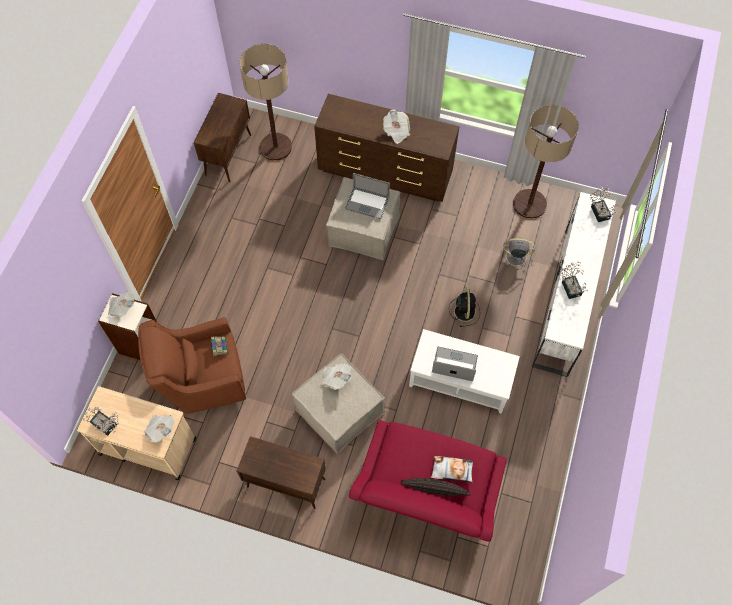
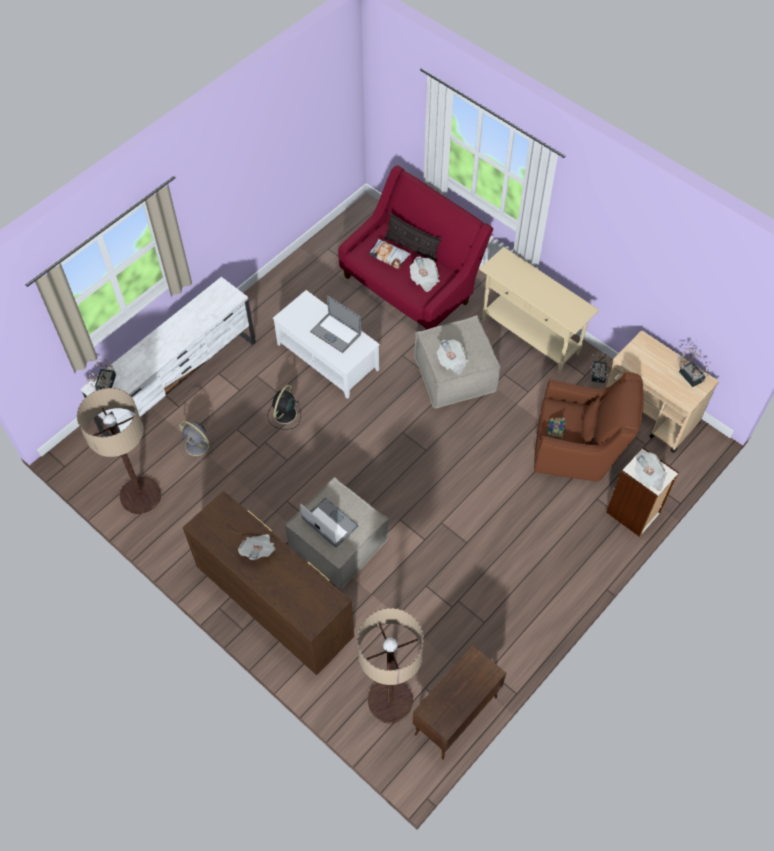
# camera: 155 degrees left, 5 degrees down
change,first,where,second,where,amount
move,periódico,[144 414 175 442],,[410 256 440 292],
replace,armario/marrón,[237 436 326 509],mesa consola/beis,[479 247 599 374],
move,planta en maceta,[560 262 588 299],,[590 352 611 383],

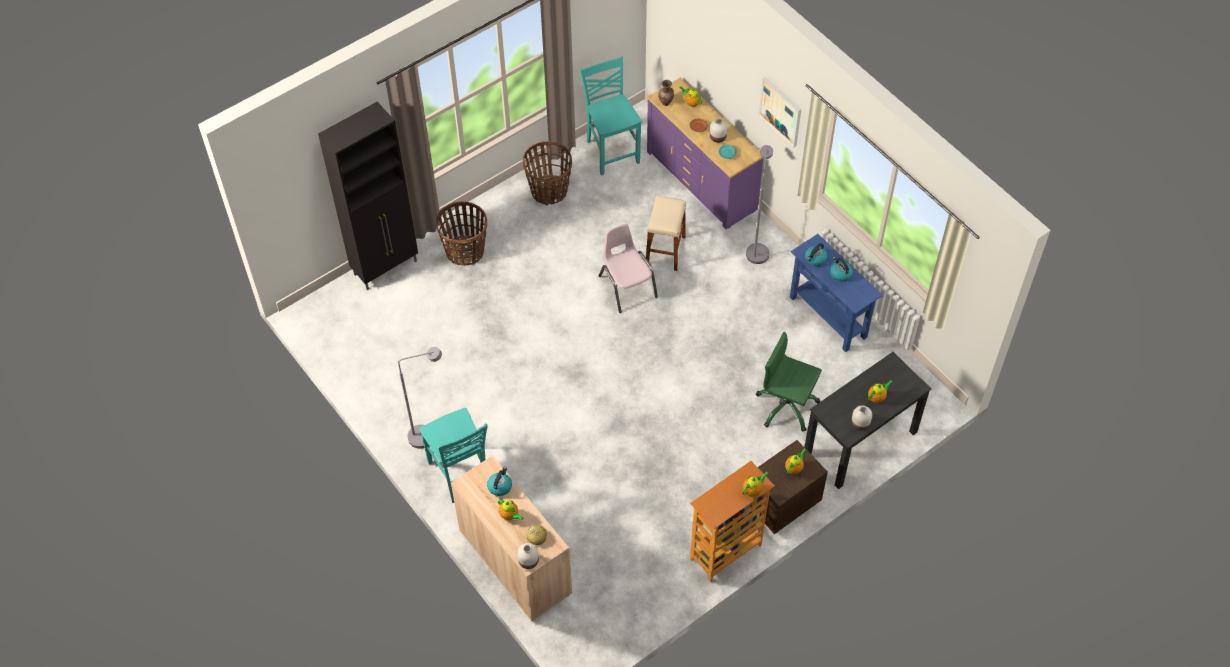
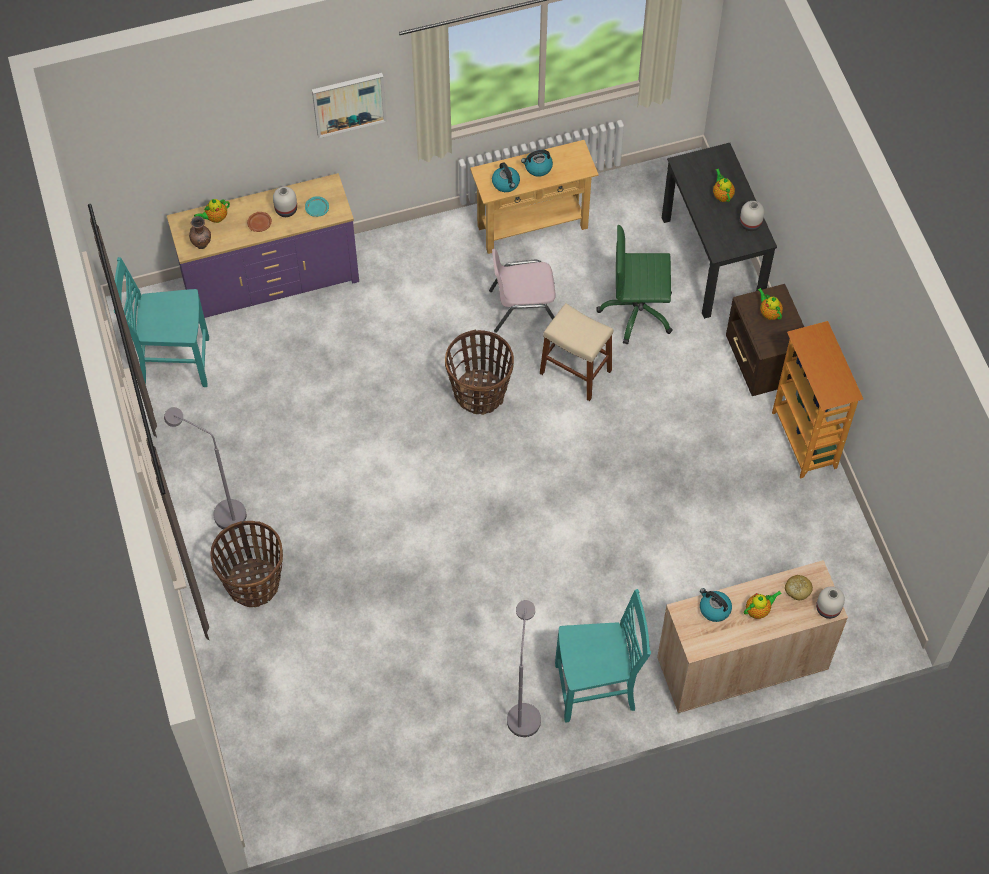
# camera: 70 degrees left, 5 degrees up
change,first,where,second,where,amount
delete,armario/negro,[318 102 418 290],,,
move,cesta,[523 141 572 206],,[445 330 514 415],
move,silla/rosa,[598 224 658 313],,[489 249 556 333],
move,taburete/beis,[646 196 686 271],,[540 303 613 401],
delete,tetera,[742 472 769 497],,,
move,lámpara de pie/gris,[746 145 773 264],,[164 407 246 529],
rotate,silla de oficina/verde,[756 332 822 432],,[596 225 673 345],45 degrees clockwise
recolor,mesa consola/azul,[790 234 883 352],mesa consola/beis,[470 140 599 254],

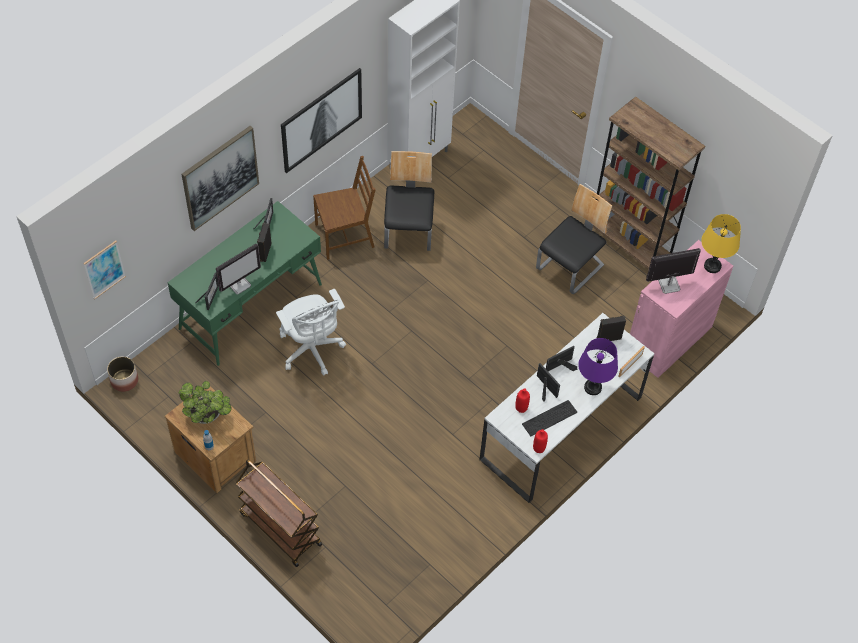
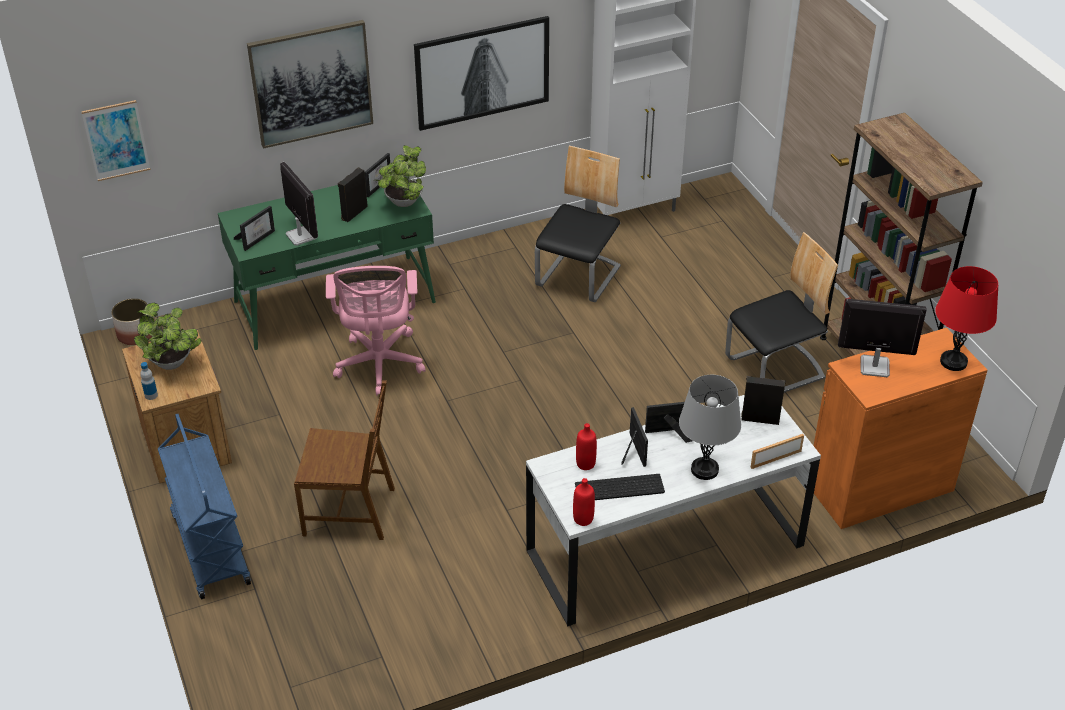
# camera: 25 degrees right, 15 degrees down
change,first,where,second,where,amount
rotate,monitor,[216 244 261 294],,[280 162 318 246],105 degrees counterclockwise
recolor,carrito/marrón,[235 460 322 567],carrito/azul,[158 414 251 599],
recolor,silla de oficina/blanco,[276 289 346 376],silla de oficina/rosa,[326 266 426 396],
move,silla/marrón,[313 156 376 260],,[294 380 395 540],
recolor,lámpara de mesa/morado,[578 338 618 395],lámpara de mesa/gris,[679 375 741 480],
recolor,armario/rosa,[630 240 733 378],armario/naranja,[814 328 987 529],
recolor,lámpara de mesa/amarillo,[701 214 741 273],lámpara de mesa/rojo,[935 266 998 371],
insert,,,planta en maceta,[377 145 426 207],

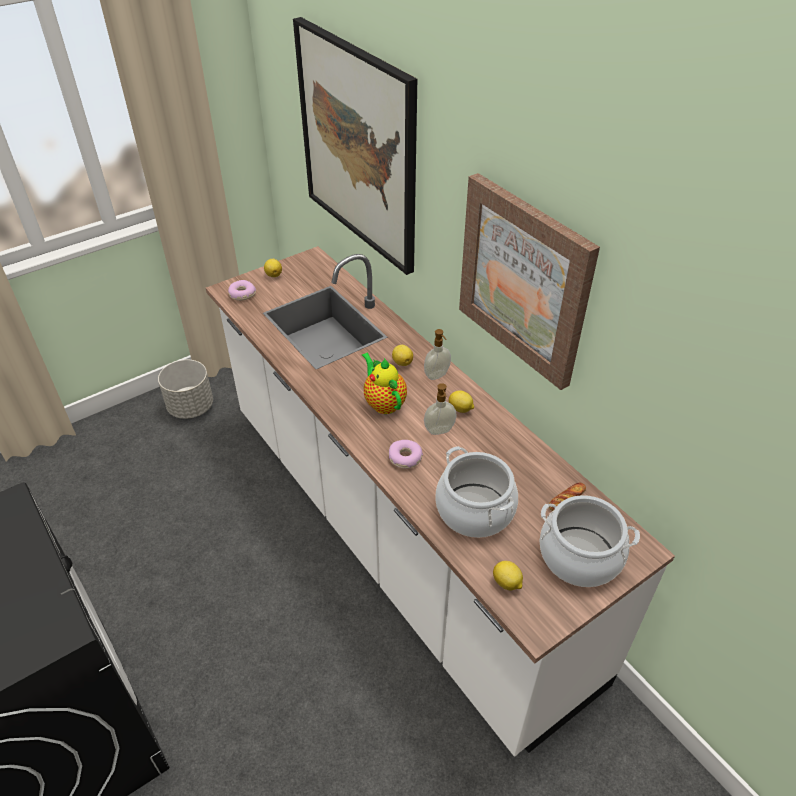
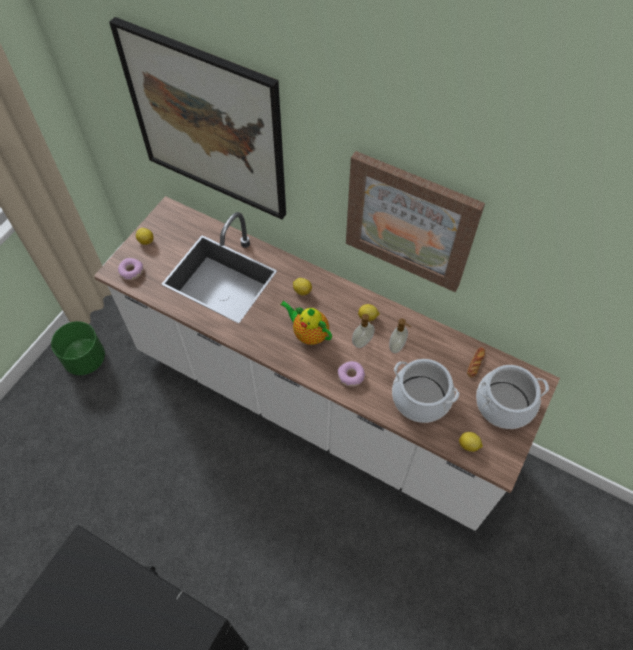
# camera: 25 degrees left, 15 degrees up
change,first,where,second,where,amount
recolor,maceta/gris,[158 360 213 419],maceta/verde,[51 321 105 375],
move,dispensador de jabón,[424 329 451 380],,[389 319 411 353],

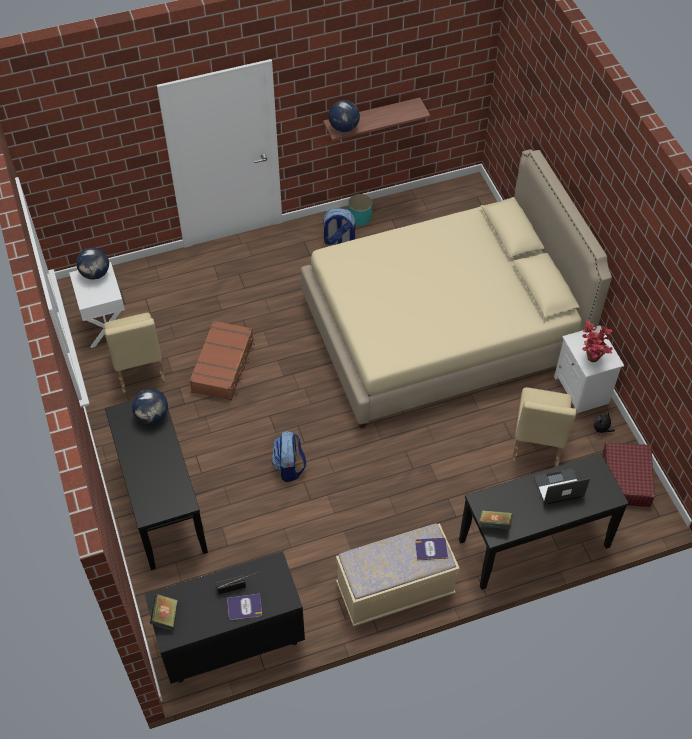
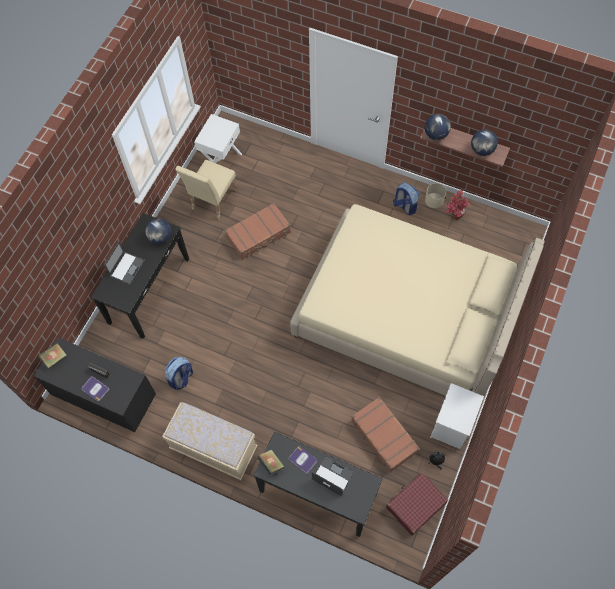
# camera: 45 degrees right, 10 degrees up
change,first,where,second,where,amount
move,globo terráqueo,[76 247 109 280],,[471 129 498 156],
move,mochila,[271 431 306 482],,[165 357 193 390],
recolor,maceta/turquesa,[348 194 372 226],maceta/beis,[425 183 446 208],
move,libro,[415 538 448 561],,[288 446 317 474],
replace,silla/beis,[512 387 577 467],maleta/marrón,[351 397 420 472],
move,planta en maceta,[582 320 613 362],,[445 190 470 220],
insert,,,portátil,[104 240 145 285],

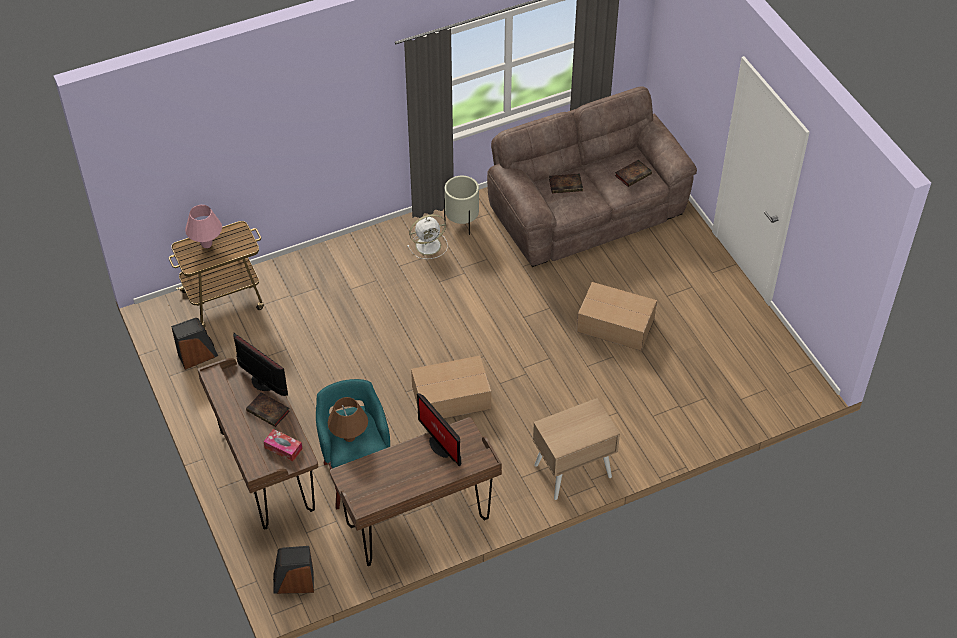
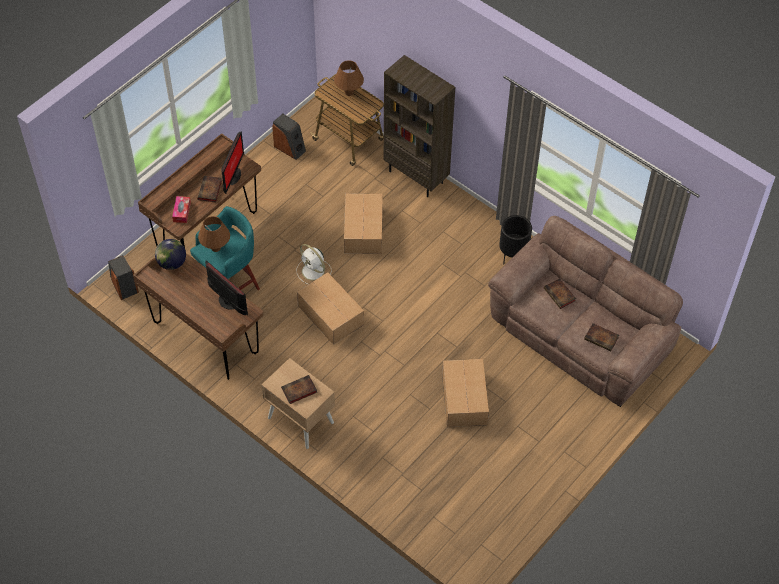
# camera: 65 degrees right, 5 degrees up
change,first,where,second,where,amount
recolor,lámpara de mesa/rosa,[185 205 222 248],lámpara de mesa/marrón,[334 60 364 96],
move,ventilador/blanco,[407 214 448 259],,[297 244 331 284],
rotate,monitor,[417 393 461 466],,[205 260 248 315],105 degrees clockwise
recolor,maceta/beis,[444 176 479 235],maceta/negro,[499 215 532 264],
insert,,,globo terráqueo,[155 239 186 270],
insert,,,libro,[281 375 317 404],
insert,,,caja de cartón,[344 193 383 254],
insert,,,estantería/marrón,[384 55 455 197],

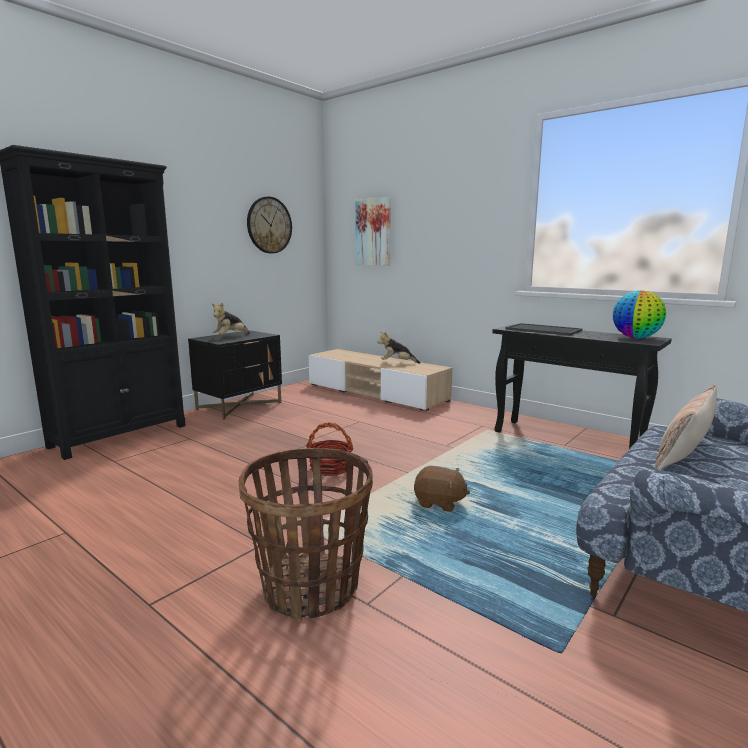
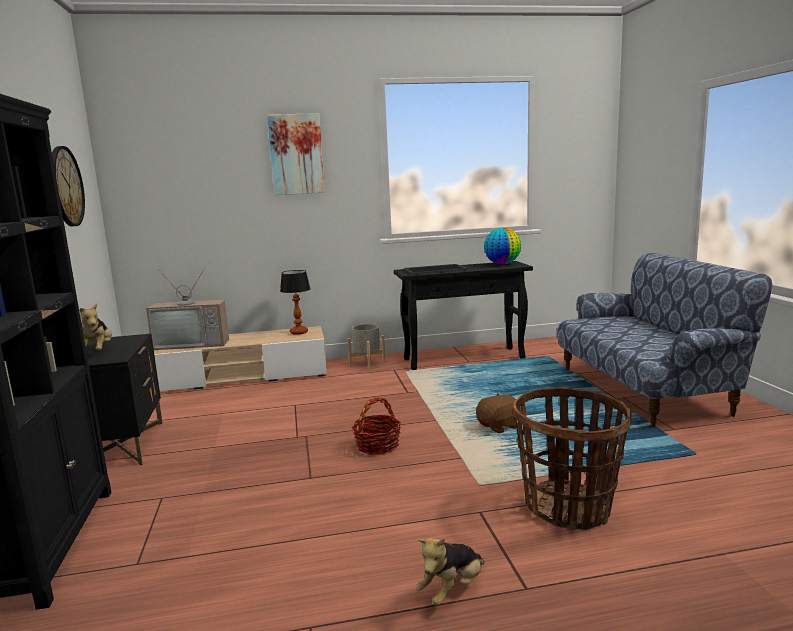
# camera: 50 degrees left, 0 degrees up
change,first,where,second,where,amount
move,cuadro,[355 197 391 266],,[267 113 325 195],
move,peluche,[377 331 420 364],,[416 538 485 606],
delete,cojín,[655 385 717 470],,,
insert,,,televisor,[146 267 229 350],
insert,,,lámpara de mesa,[280 270 311 335],
insert,,,maceta/gris,[347 324 385 370],

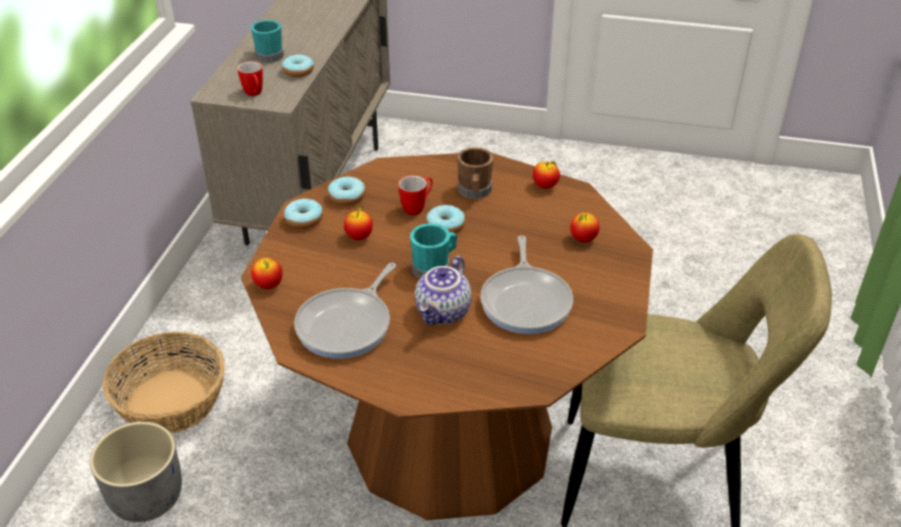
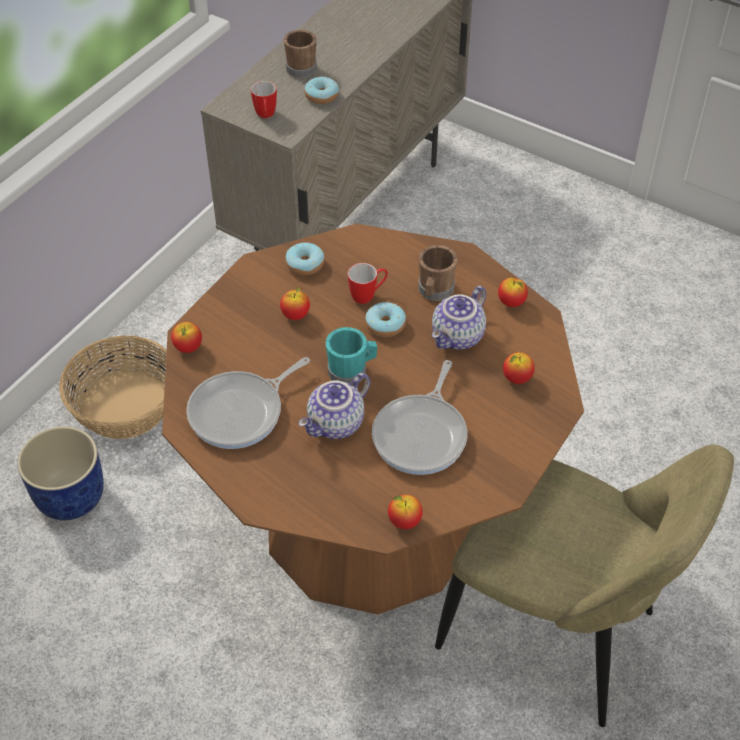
# camera: 20 degrees right, 10 degrees up
change,first,where,second,where,amount
recolor,maceta/gris,[90 422 182 522],maceta/azul,[17 426 104 520],
recolor,taza grande/turquesa,[251 20 284 63],taza grande/marrón,[283 30 317 78],
delete,rosquilla,[284 199 323 229],,,
insert,,,manzana,[388 495 423 529],
insert,,,tetera,[432 286 486 350],

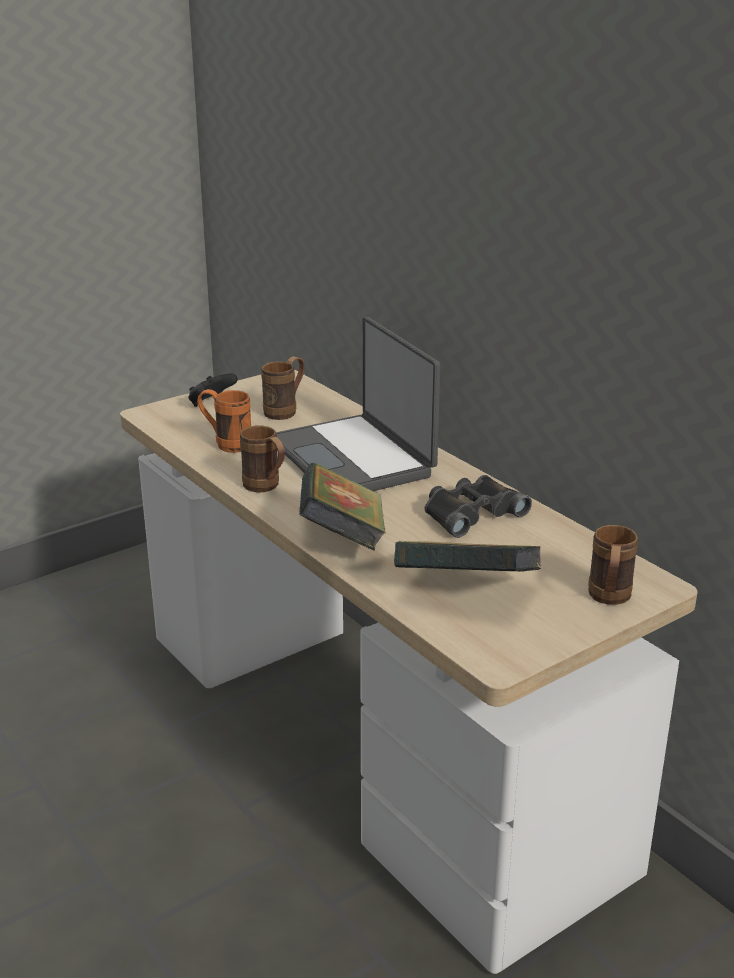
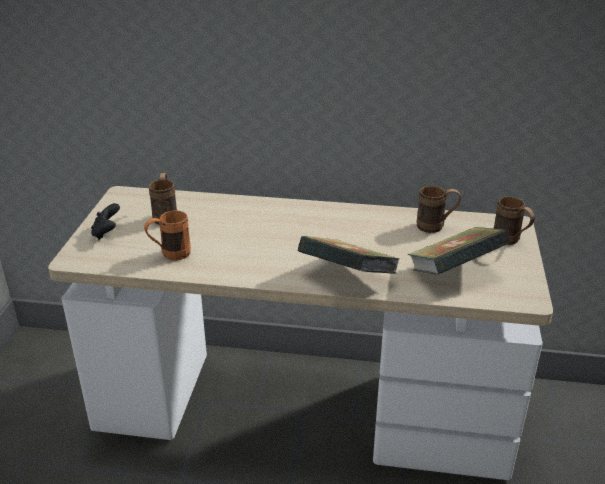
# camera: 45 degrees left, 5 degrees up
change,first,where,second,where,amount
move,taza grande/marrón,[240 425 285 493],,[417 186 461 233],
delete,portátil,[276 317 440 491],,,
delete,prismáticos/negro,[425 475 532 538],,,

